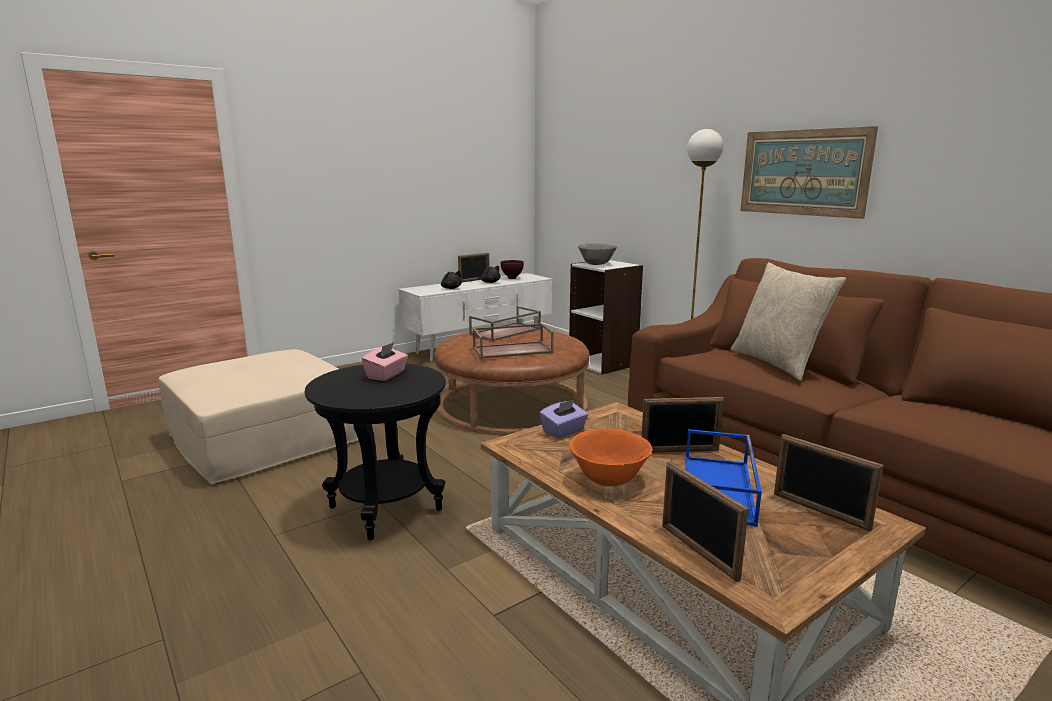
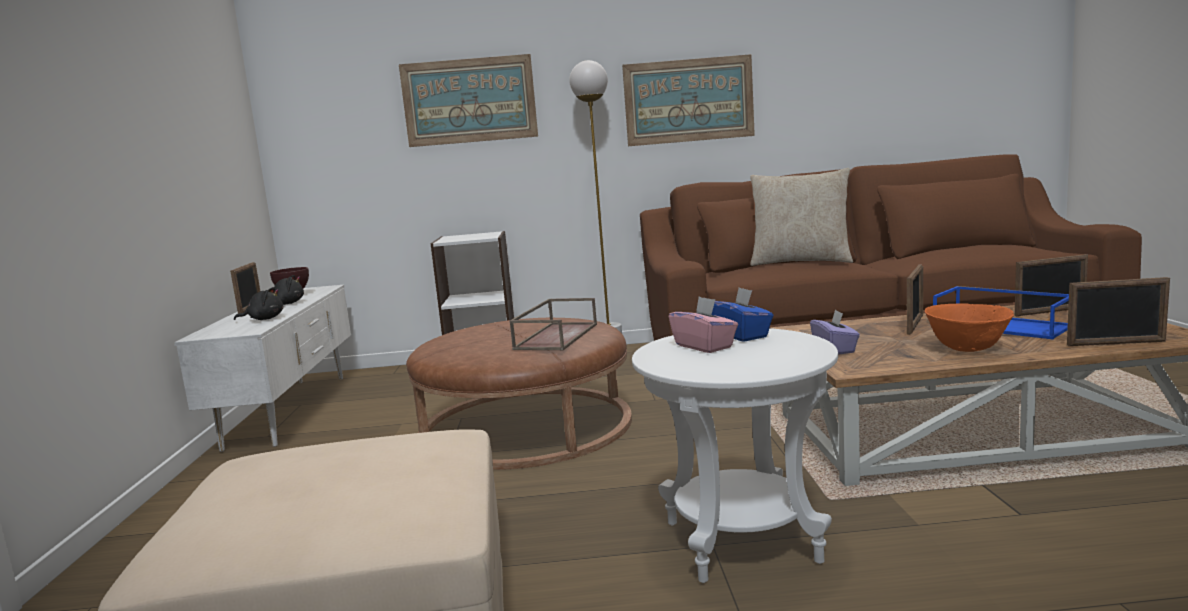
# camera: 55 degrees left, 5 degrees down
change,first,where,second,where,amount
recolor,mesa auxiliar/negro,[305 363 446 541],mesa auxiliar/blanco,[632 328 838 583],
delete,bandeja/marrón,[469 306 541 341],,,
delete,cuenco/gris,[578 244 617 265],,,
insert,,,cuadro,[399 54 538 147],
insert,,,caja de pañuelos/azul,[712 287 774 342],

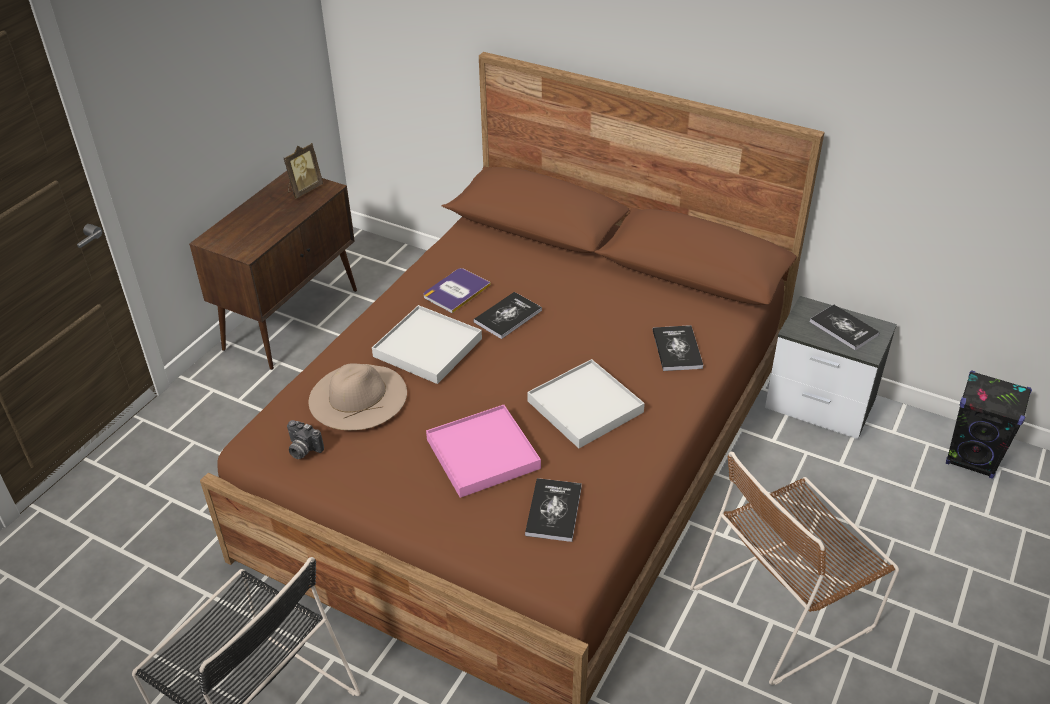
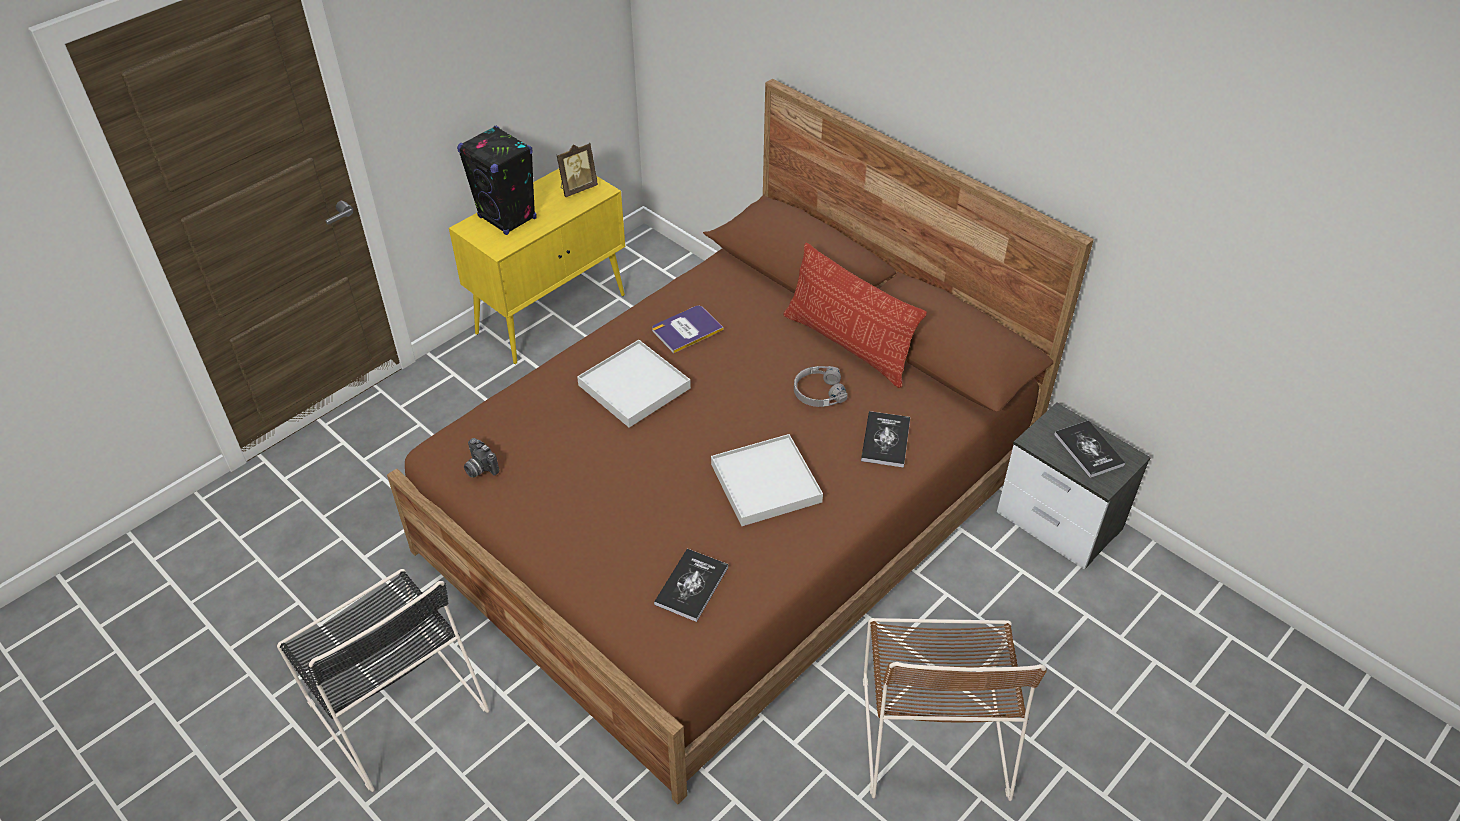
# camera: 15 degrees right, 5 degrees up
change,first,where,second,where,amount
recolor,armario/marrón,[189 171 357 370],armario/amarillo,[449 169 625 364],
delete,sombrero/beis,[309 363 407 430],,,
delete,bandeja/rosa,[426 405 541 498],,,
delete,libro,[473 292 542 339],,,
rotate,silla/marrón,[690 452 899 685],,[863 618 1047 801],75 degrees counterclockwise
move,altavoz/negro,[946 371 1032 479],,[457 126 537 235],
insert,,,cojín,[783 242 927 388],
insert,,,auriculares/gris,[794 366 848 407],

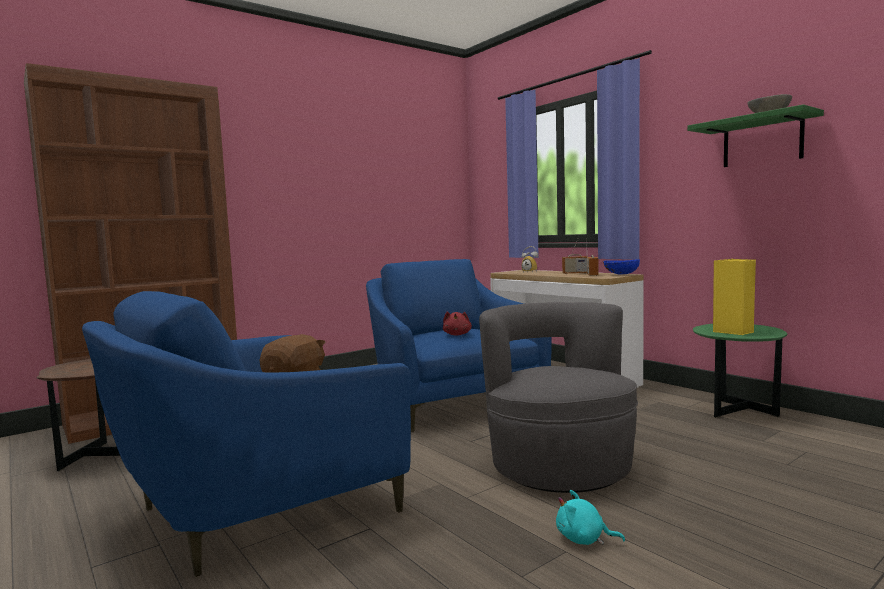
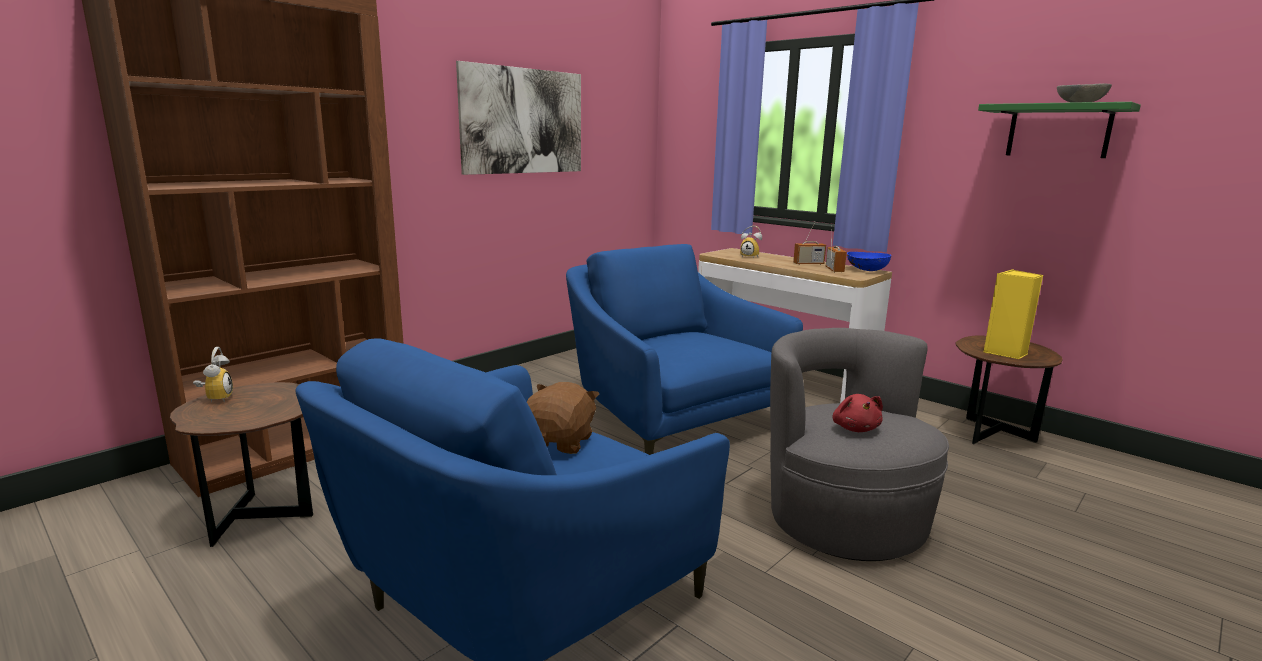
# camera: 10 degrees left, 10 degrees up
change,first,where,second,where,amount
move,peluche/rojo,[443 311 472 335],,[833 394 883 432],
delete,peluche/turquesa,[556 490 625 545],,,
recolor,mesa auxiliar/verde,[693 324 787 418],mesa auxiliar/marrón,[955 335 1063 444],
insert,,,despertador,[193 347 233 402],
insert,,,cuadro,[456 61 581 175],

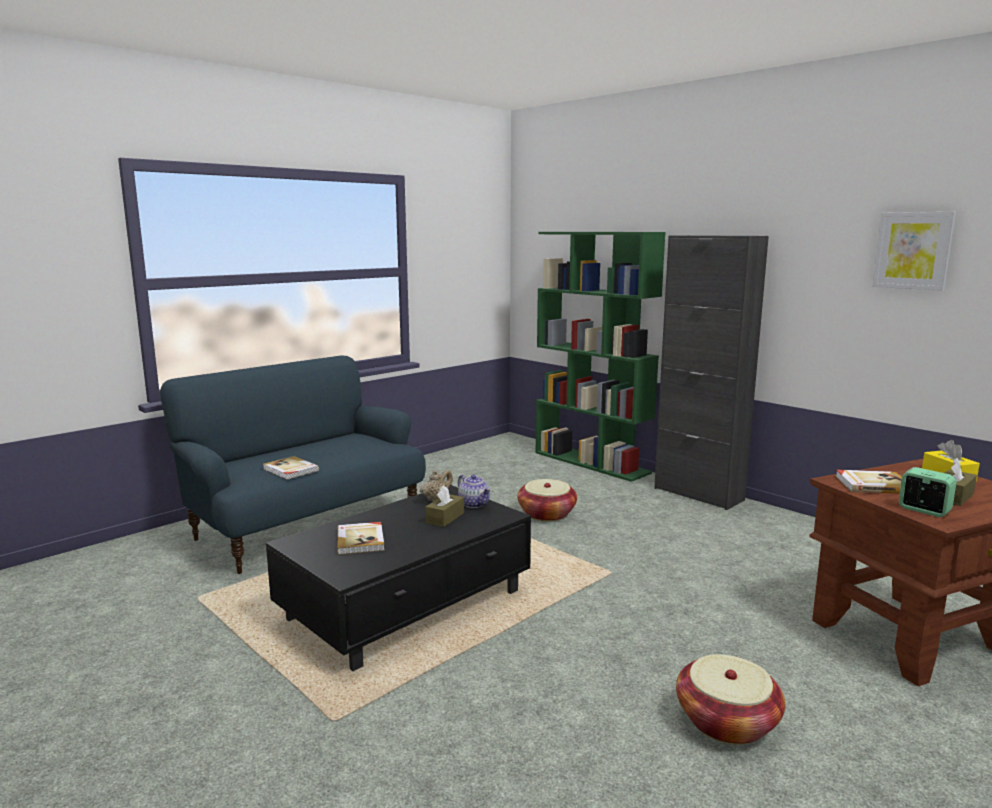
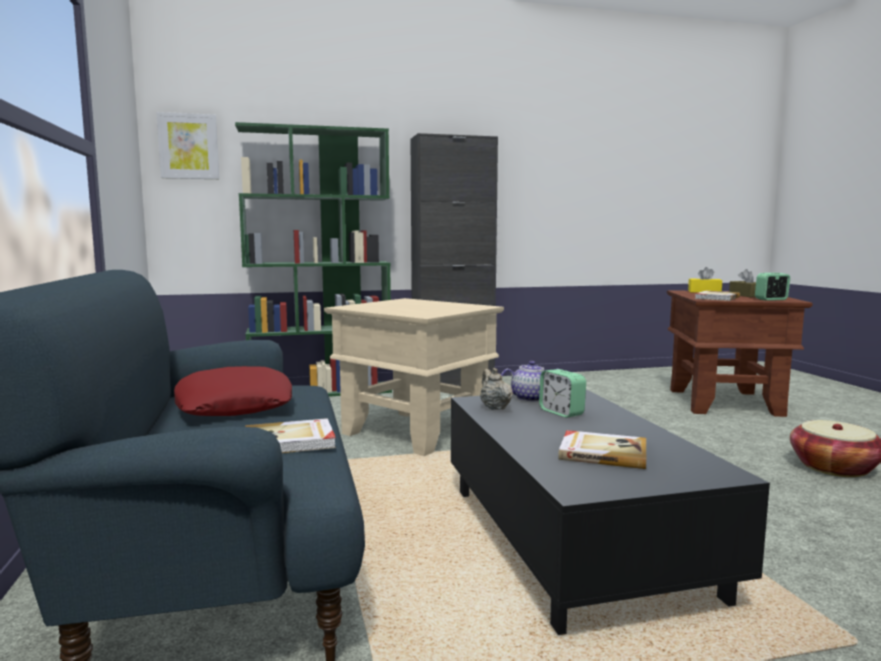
# camera: 60 degrees left, 5 degrees down
change,first,where,second,where,amount
replace,caja de pañuelos/marrón,[425 485 464 527],despertador,[539 369 586 418],
replace,cesta,[517 479 577 521],mesa auxiliar/beis,[324 298 504 456],
move,cuadro,[872 212 956 291],,[156 112 219 179],
insert,,,cojín/rojo,[174 366 292 416],

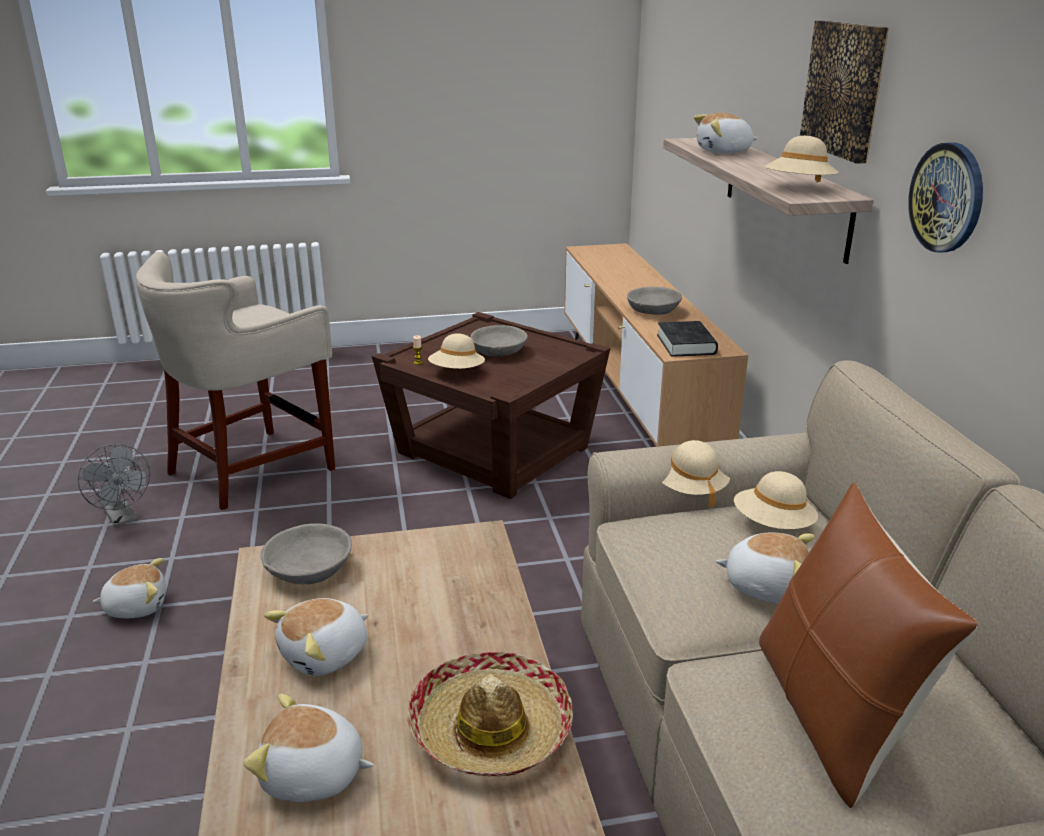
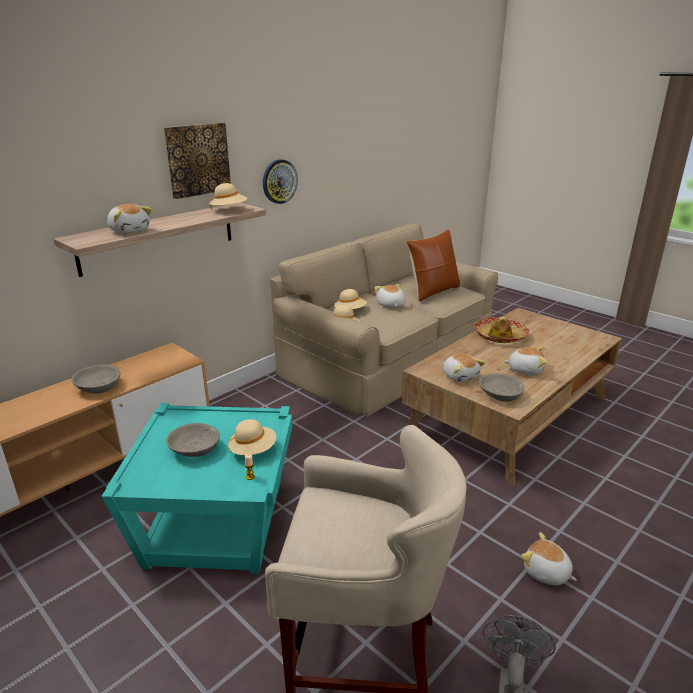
# camera: 125 degrees left, 0 degrees up
change,first,where,second,where,amount
move,peluche,[243 694 374 802],,[443 354 485 382],
recolor,mesa auxiliar/marrón,[372 312 610 499],mesa auxiliar/turquesa,[101 403 292 574],
delete,libro/negro,[657 321 718 357],,,

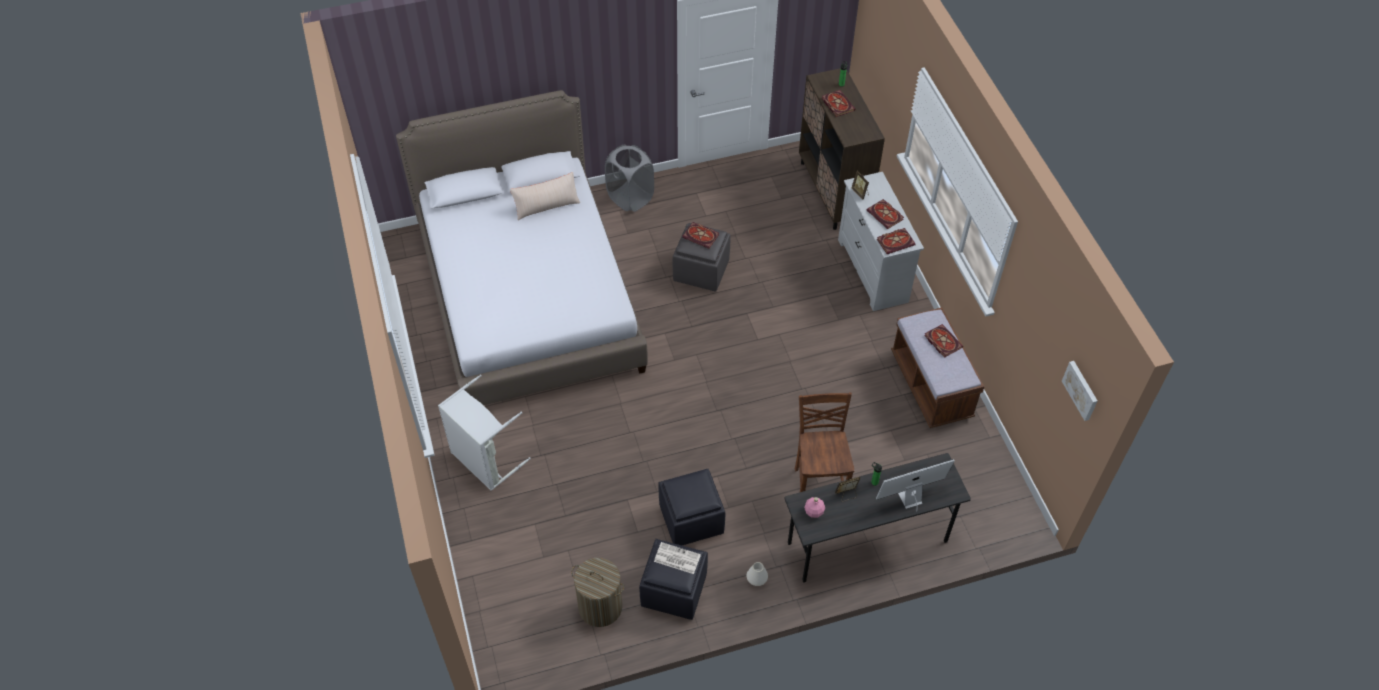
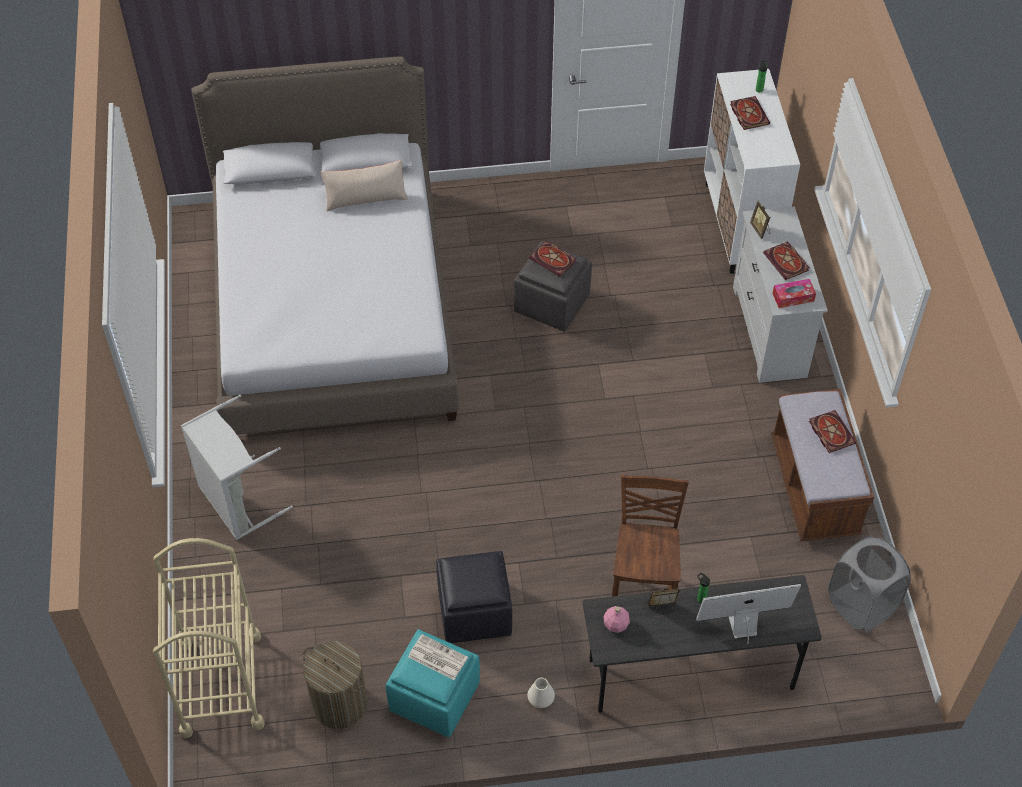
# camera: 10 degrees right, 0 degrees up
change,first,where,second,where,amount
move,cesto de la ropa/gris,[605 145 654 212],,[828 536 911 632],
recolor,puf/negro,[639 539 708 620],puf/turquesa,[386 629 480 737],
recolor,armario/marrón,[799 68 885 230],armario/blanco,[704 69 800 274],
replace,libro,[877 228 916 254],caja de pañuelos,[772 279 816 308],
delete,cuadro,[1062 361 1098 421],,,
insert,,,carrito/beis,[153 538 265 738],

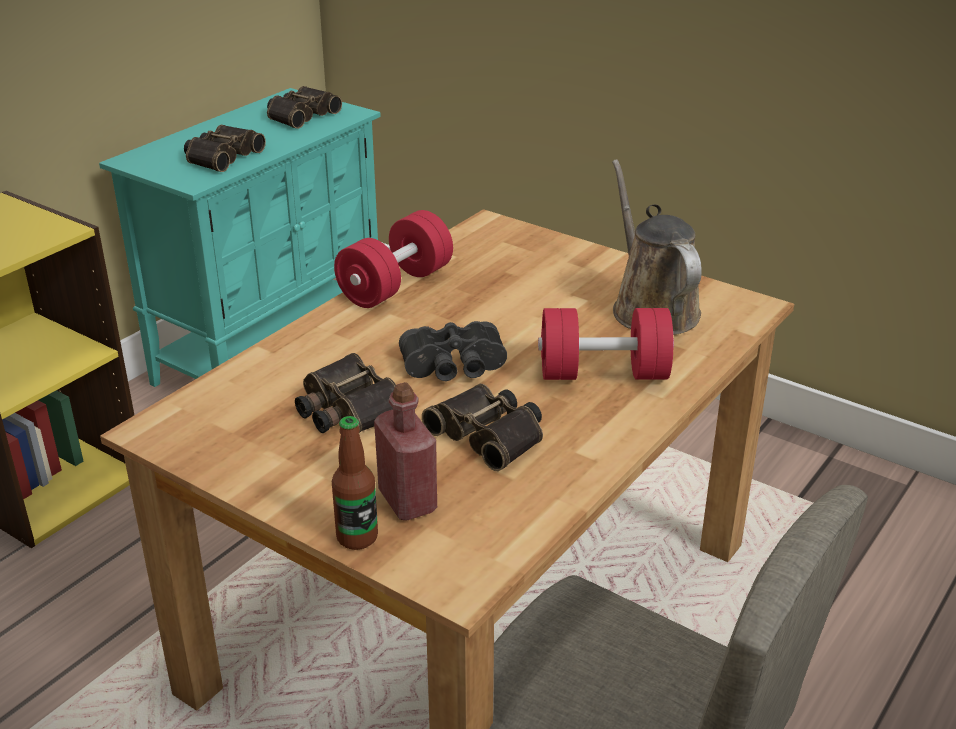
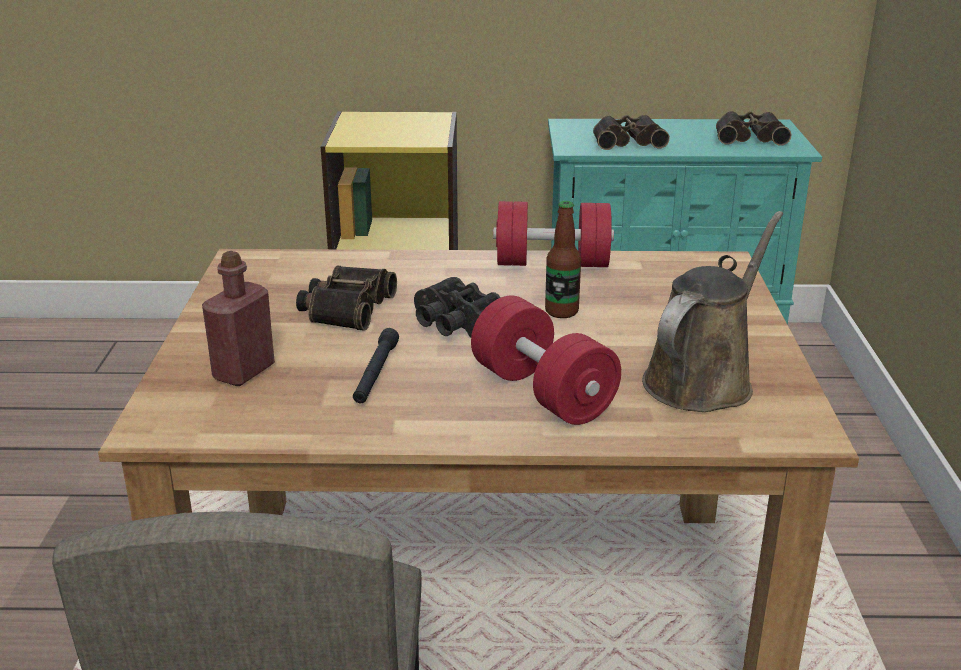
# camera: 55 degrees right, 5 degrees down
change,first,where,second,where,amount
move,botella,[332 416 378 550],,[545 201 581 318],
replace,prismáticos,[422 384 543 471],linterna/negro,[353 328 399 403],

